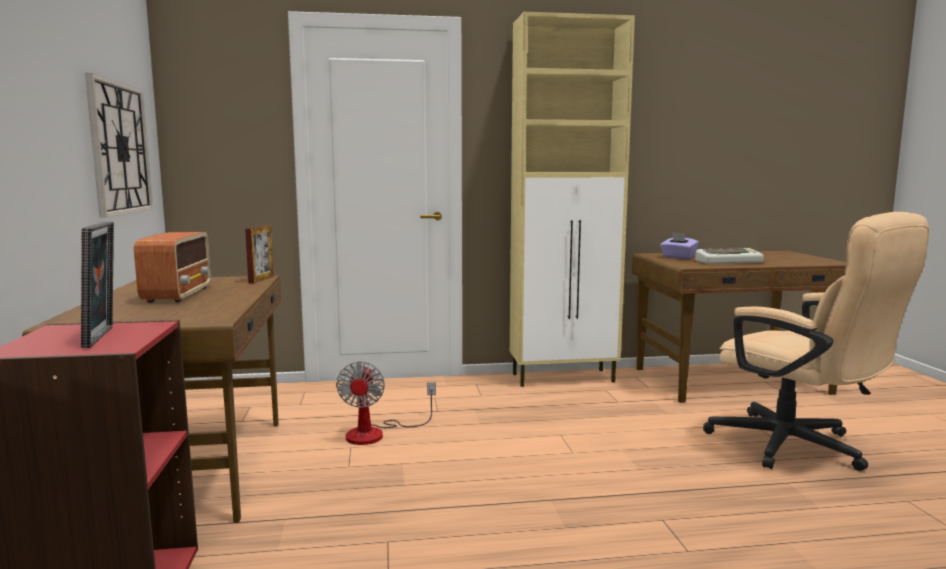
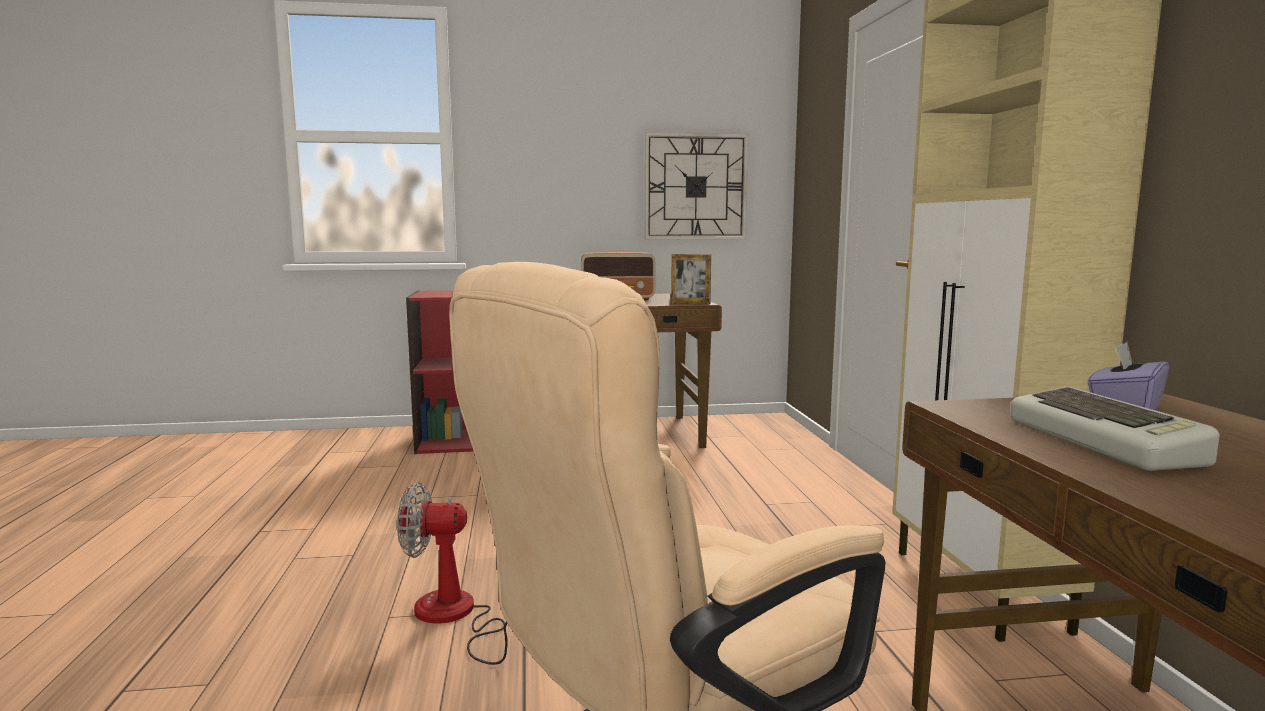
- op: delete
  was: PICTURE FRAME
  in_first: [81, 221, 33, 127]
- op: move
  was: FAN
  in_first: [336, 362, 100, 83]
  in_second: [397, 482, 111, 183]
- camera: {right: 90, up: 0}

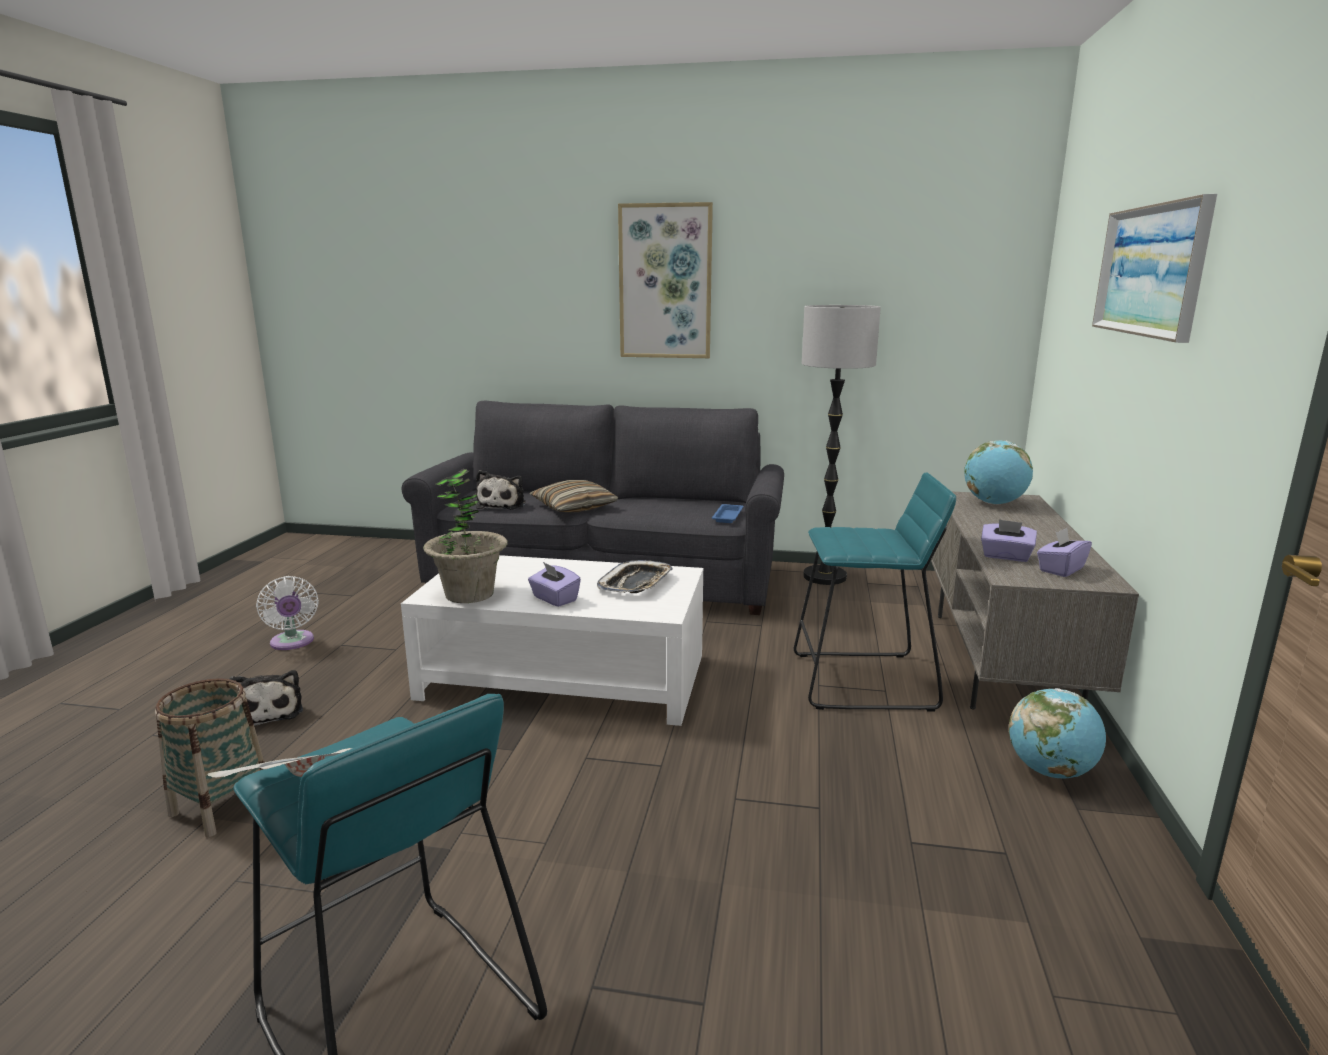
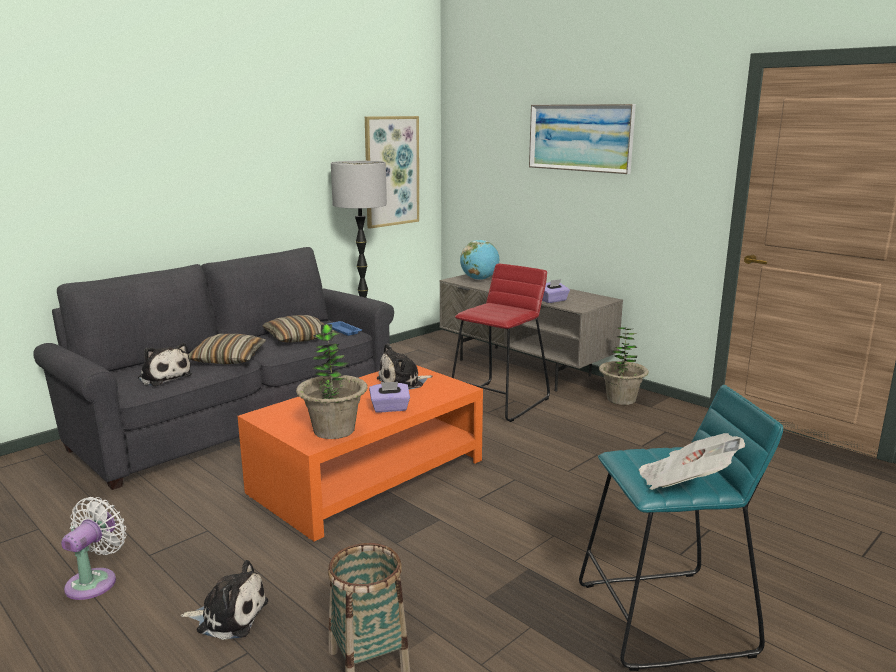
- op: move
  was: PICTURE
  in_first: [618, 202, 95, 156]
  in_second: [365, 116, 54, 113]
- op: recolor
  was: TURQUOISE STOOL
  now: RED STOOL
  in_first: [794, 472, 162, 240]
  in_second: [452, 263, 98, 159]
- op: delete
  was: PURPLE TISSUE BOX
  in_first: [1037, 528, 55, 49]
- op: recolor
  was: WHITE COFFEE TABLE
  now: ORANGE COFFEE TABLE
  in_first: [401, 555, 302, 171]
  in_second: [238, 366, 245, 176]
- op: replace
  was: TRAY
  now: PLUSH TOY
  in_first: [597, 560, 76, 33]
  in_second: [377, 344, 55, 46]
- op: rotate
  was: WHITE FAN
  in_first: [256, 576, 63, 74]
  in_second: [61, 497, 66, 103]
  clockwise: -75
- op: replace
  was: GLOBE
  now: POTTED PLANT
  in_first: [1009, 688, 97, 90]
  in_second: [599, 327, 50, 78]
- op: insert
  now: PILLOW
  in_second: [262, 315, 72, 28]
- camera: {right: -55, up: 0}

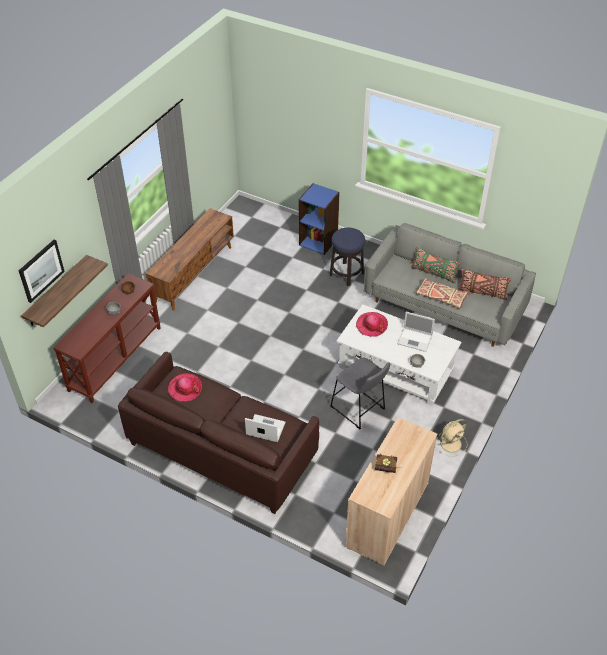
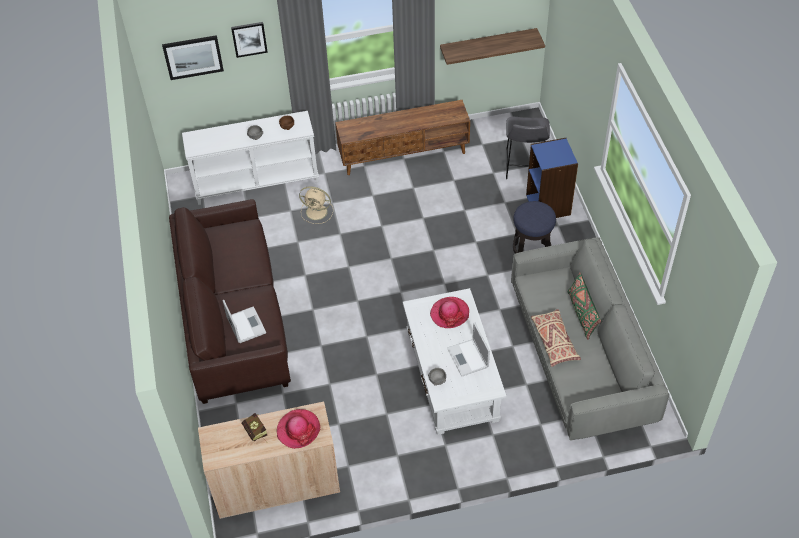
- op: move
  was: SHELF
  in_first: [21, 255, 87, 73]
  in_second: [440, 28, 105, 37]
- op: delete
  was: BROWN PILLOW
  in_first: [458, 269, 54, 31]
- op: recolor
  was: BROWN CONSOLE TABLE
  now: WHITE CONSOLE TABLE
  in_first: [53, 273, 108, 130]
  in_second: [182, 111, 137, 94]
- op: move
  was: GREY STOOL
  in_first: [330, 358, 60, 72]
  in_second: [506, 117, 44, 62]
- op: move
  was: HAT
  in_first: [168, 373, 34, 29]
  in_second: [277, 409, 44, 40]
- op: move
  was: BEIGE FAN
  in_first: [435, 419, 33, 38]
  in_second: [299, 186, 34, 38]
- op: insert
  now: PICTURE
  in_second: [231, 22, 37, 36]
- camera: {right: 50, up: 5}

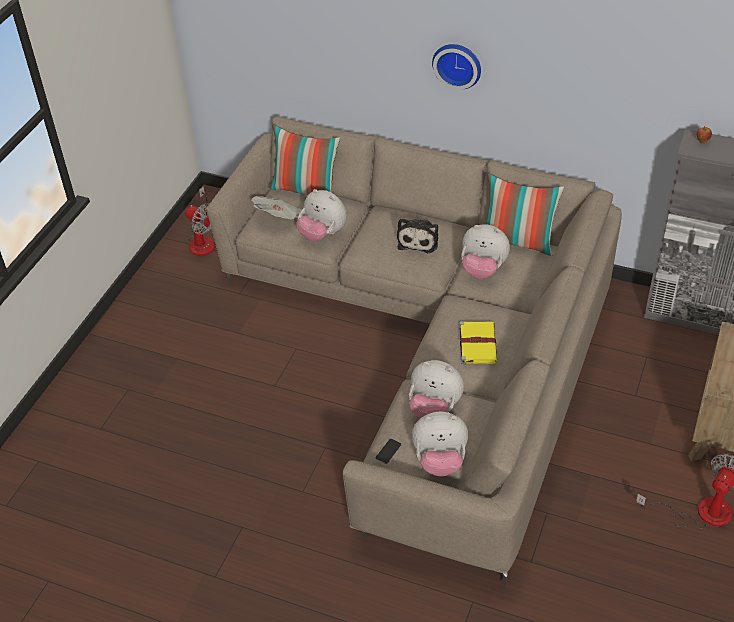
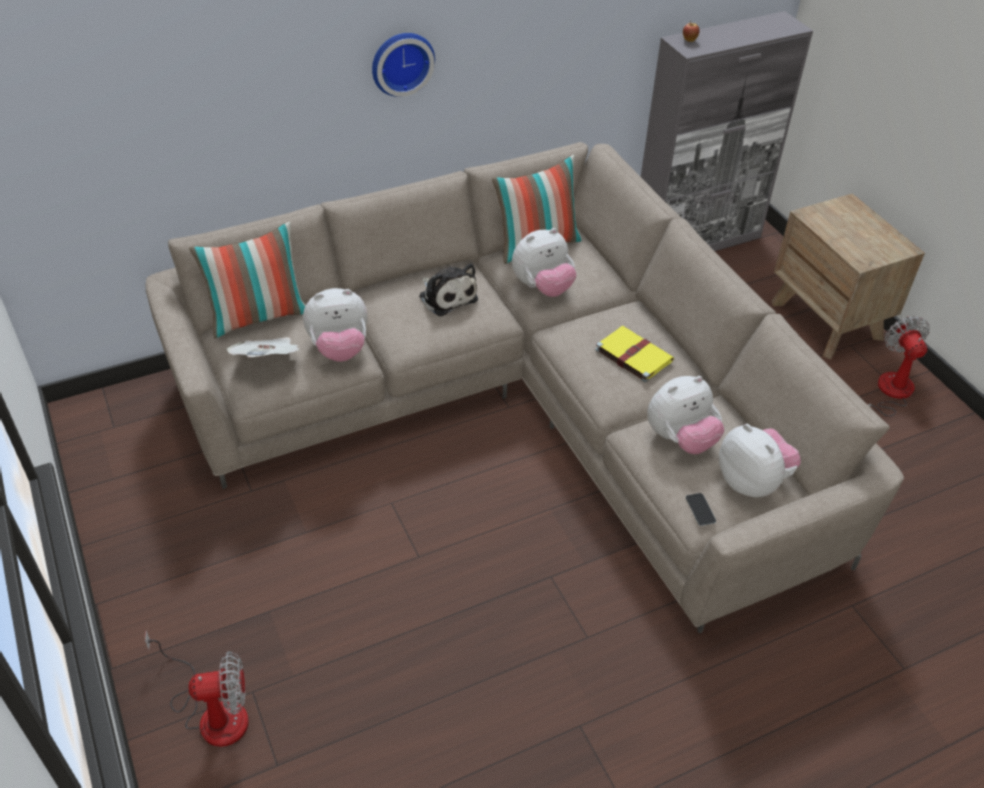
- op: move
  was: FAN
  in_first: [185, 186, 30, 70]
  in_second: [145, 631, 104, 116]
- op: rotate
  was: PLUSH TOY
  in_first: [412, 412, 56, 65]
  in_second: [719, 424, 82, 73]
  clockwise: -75
- camera: {right: -50, up: 0}

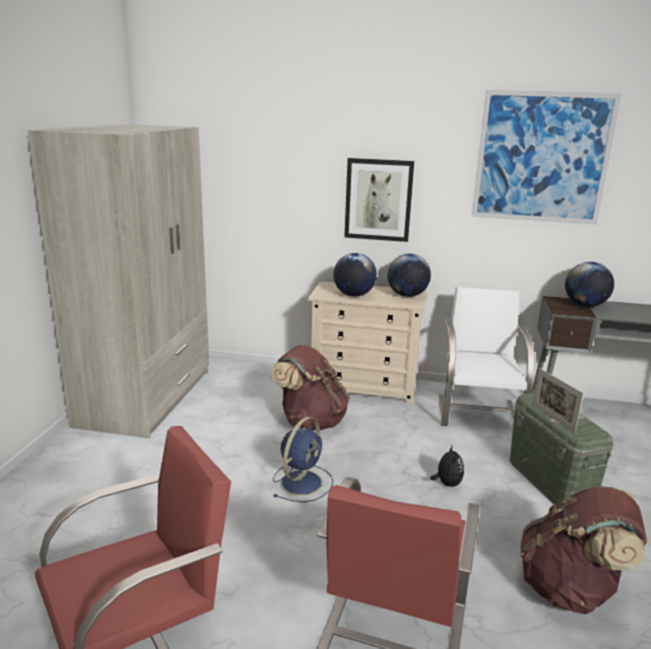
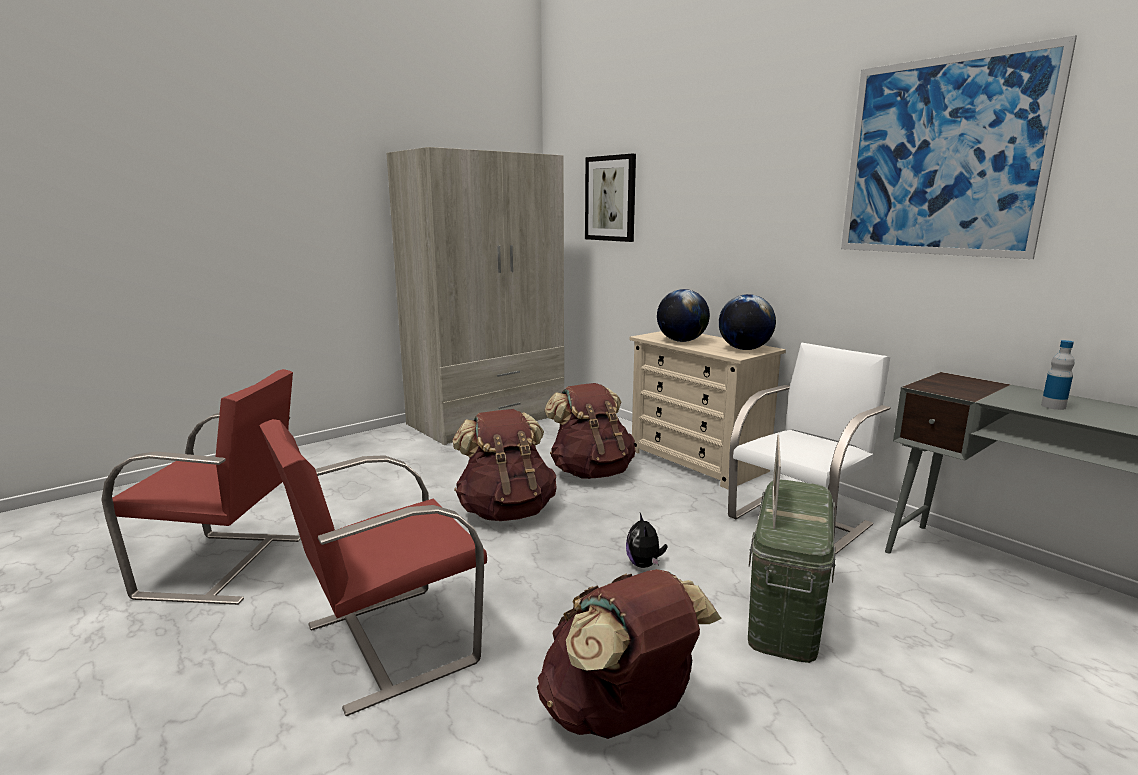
- op: move
  was: PICTURE
  in_first: [344, 158, 70, 84]
  in_second: [585, 154, 51, 88]
- op: delete
  was: GLOBE
  in_first: [565, 262, 49, 45]
- op: replace
  was: BLUE FAN
  now: BROWN BACKPACK
  in_first: [273, 417, 60, 85]
  in_second: [453, 409, 104, 112]
- op: rotate
  was: PLUSH TOY
  in_first: [430, 444, 34, 43]
  in_second: [626, 513, 42, 55]
  clockwise: 135
- op: insert
  now: BOTTLE
  in_second: [1041, 340, 33, 70]
- camera: {right: 40, up: -5}

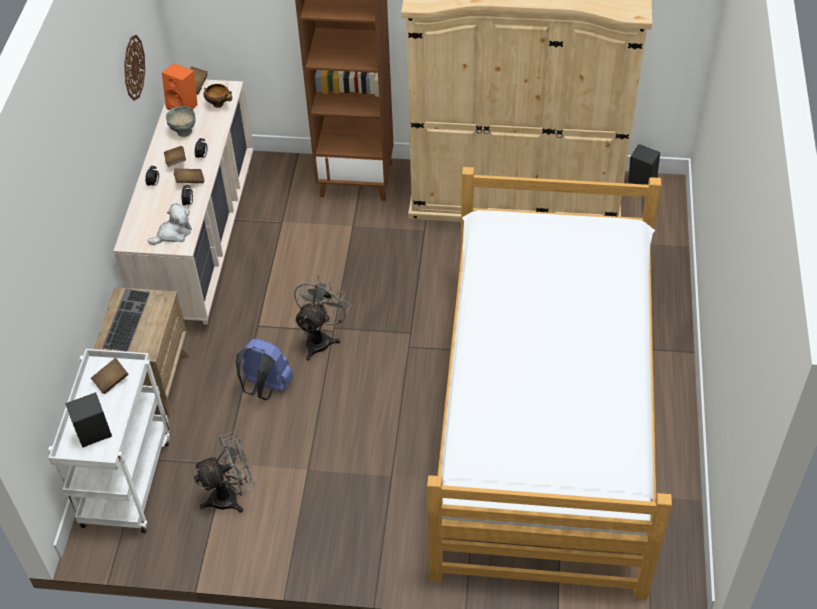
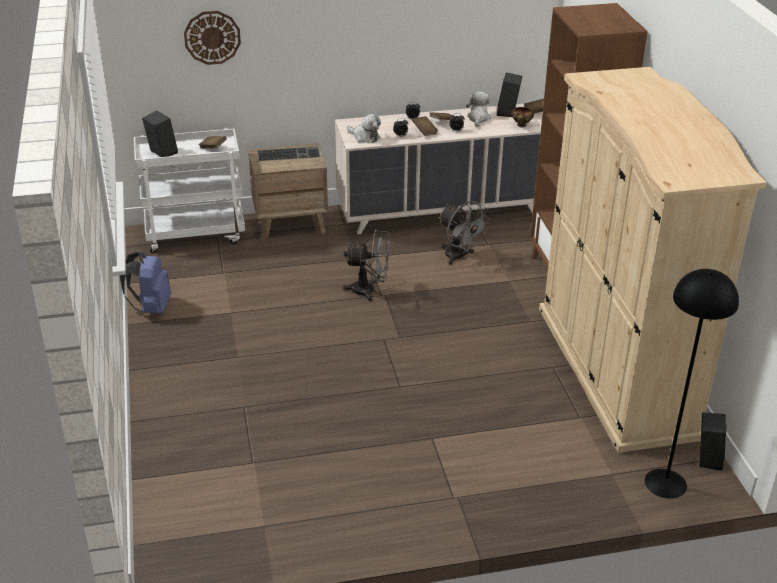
- op: move
  was: WALL CLOCK
  in_first: [124, 35, 21, 66]
  in_second: [184, 11, 57, 54]
- op: recolor
  was: ORANGE SPEAKER
  now: BLACK SPEAKER
  in_first: [162, 63, 35, 47]
  in_second: [497, 72, 25, 45]
- op: replace
  was: GREY BOWL
  now: PLUSH TOY
  in_first: [166, 106, 30, 31]
  in_second: [466, 91, 25, 36]
- op: delete
  was: BED
  in_first: [427, 167, 245, 433]
- op: move
  was: BLUE BACKPACK
  in_first: [236, 339, 57, 61]
  in_second: [120, 252, 51, 62]
- op: move
  was: GREY FAN
  in_first: [193, 432, 62, 81]
  in_second: [438, 201, 52, 64]
- op: insert
  now: BLACK FLOOR LAMP
  in_second: [645, 269, 94, 230]
- camera: {right: 70, up: -15}

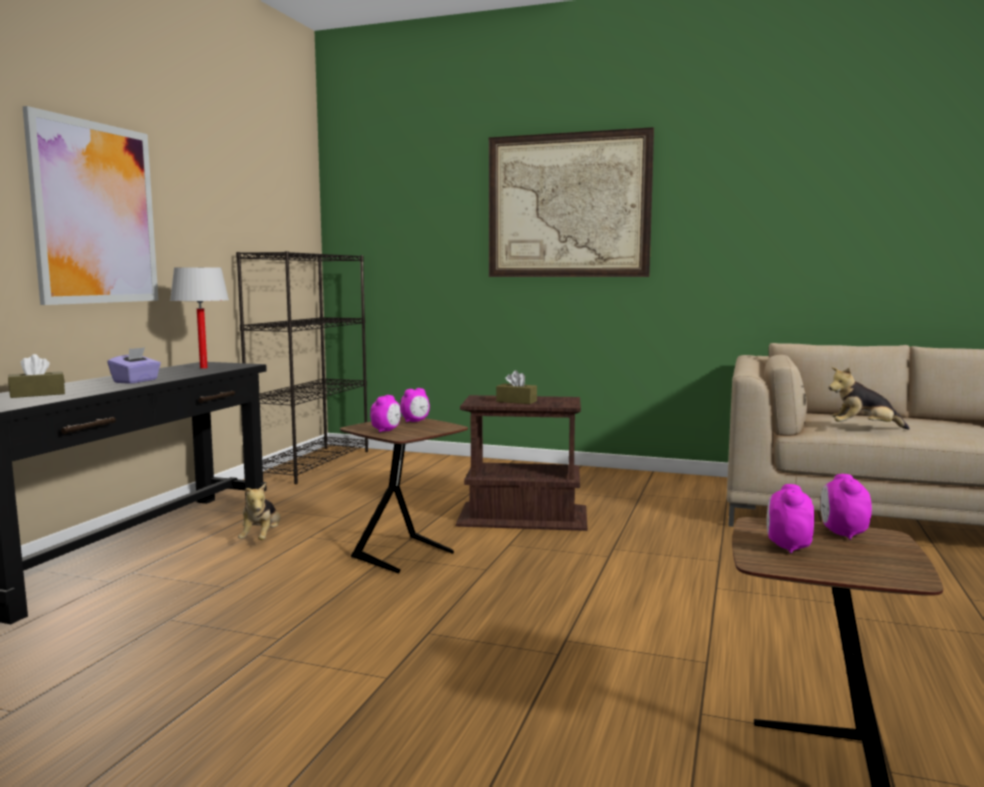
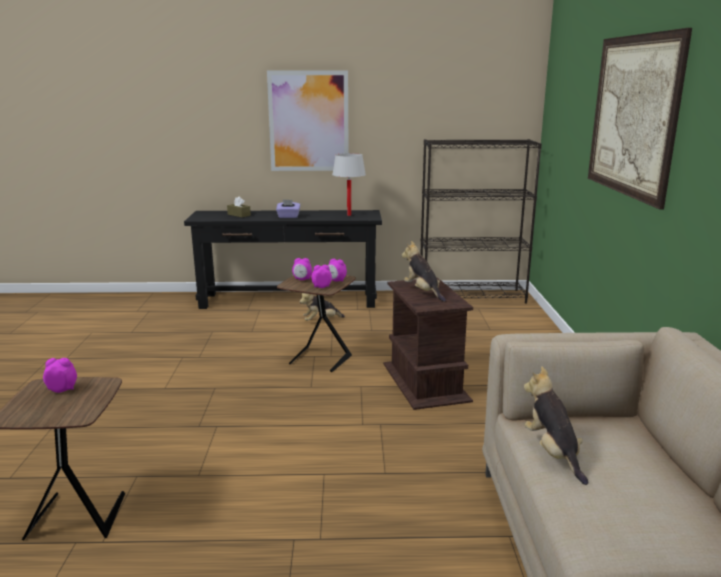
- op: replace
  was: BROWN TISSUE BOX
  now: PLUSH TOY
  in_first: [496, 370, 41, 34]
  in_second: [402, 241, 44, 61]
- op: move
  was: ALARM CLOCK
  in_first: [821, 474, 51, 66]
  in_second: [311, 265, 21, 23]
- camera: {right: 70, up: 10}

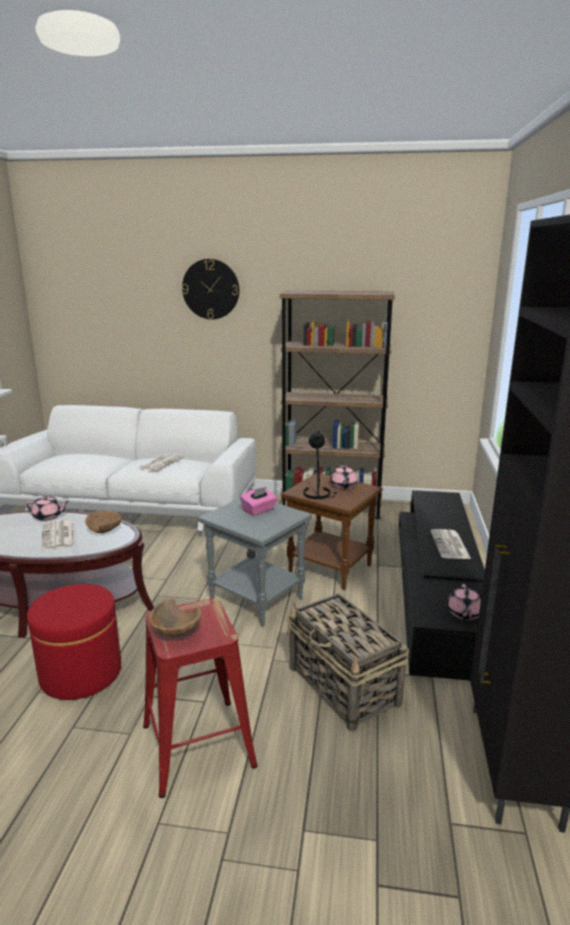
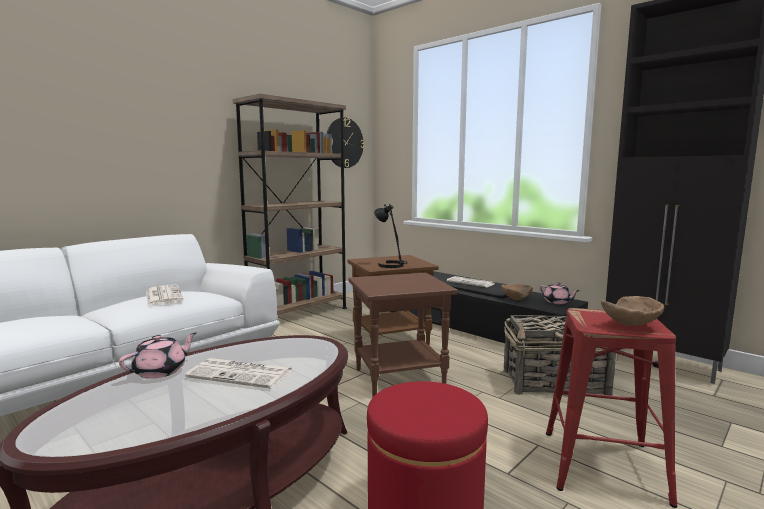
- op: move
  was: WALL CLOCK
  in_first: [182, 259, 57, 60]
  in_second: [326, 118, 38, 50]
- op: delete
  was: PINK TEAPOT
  in_first: [330, 465, 28, 24]
- op: delete
  was: PINK TISSUE BOX
  in_first: [240, 486, 37, 30]
- op: recolor
  was: GREY SIDE TABLE
  now: BROWN SIDE TABLE
  in_first: [198, 498, 114, 129]
  in_second: [349, 273, 109, 124]
- op: move
  was: BROWN BOWL
  in_first: [85, 510, 36, 23]
  in_second: [501, 284, 32, 16]
- camera: {right: -55, up: -10}

